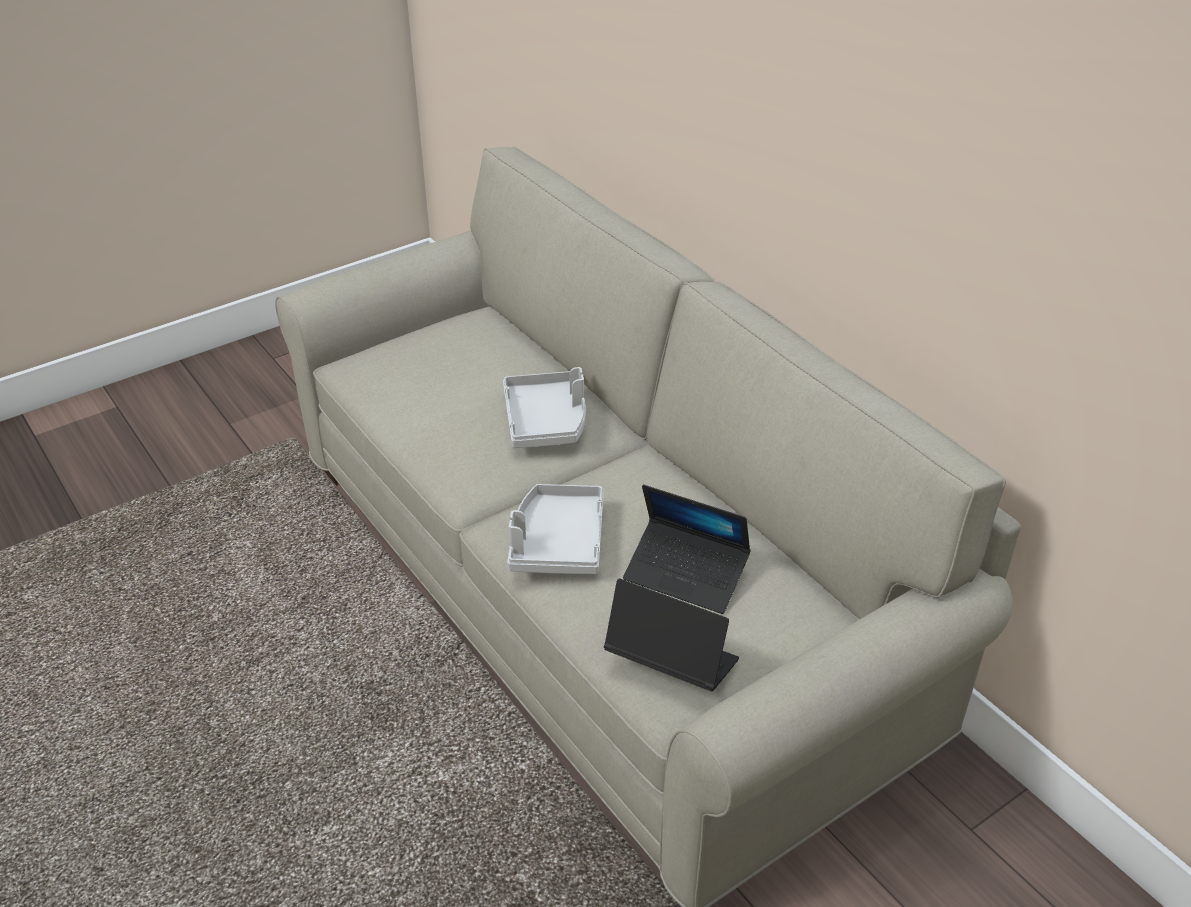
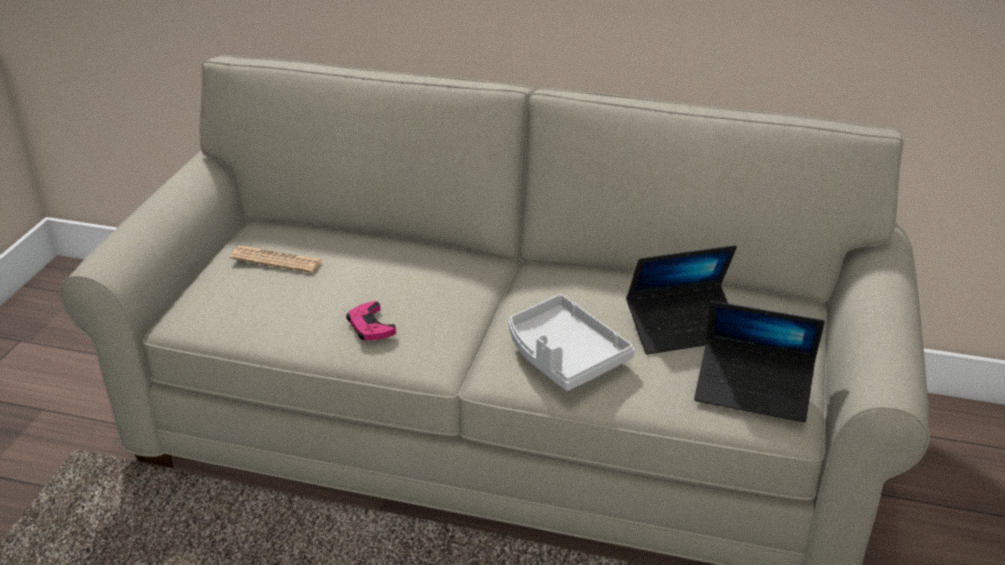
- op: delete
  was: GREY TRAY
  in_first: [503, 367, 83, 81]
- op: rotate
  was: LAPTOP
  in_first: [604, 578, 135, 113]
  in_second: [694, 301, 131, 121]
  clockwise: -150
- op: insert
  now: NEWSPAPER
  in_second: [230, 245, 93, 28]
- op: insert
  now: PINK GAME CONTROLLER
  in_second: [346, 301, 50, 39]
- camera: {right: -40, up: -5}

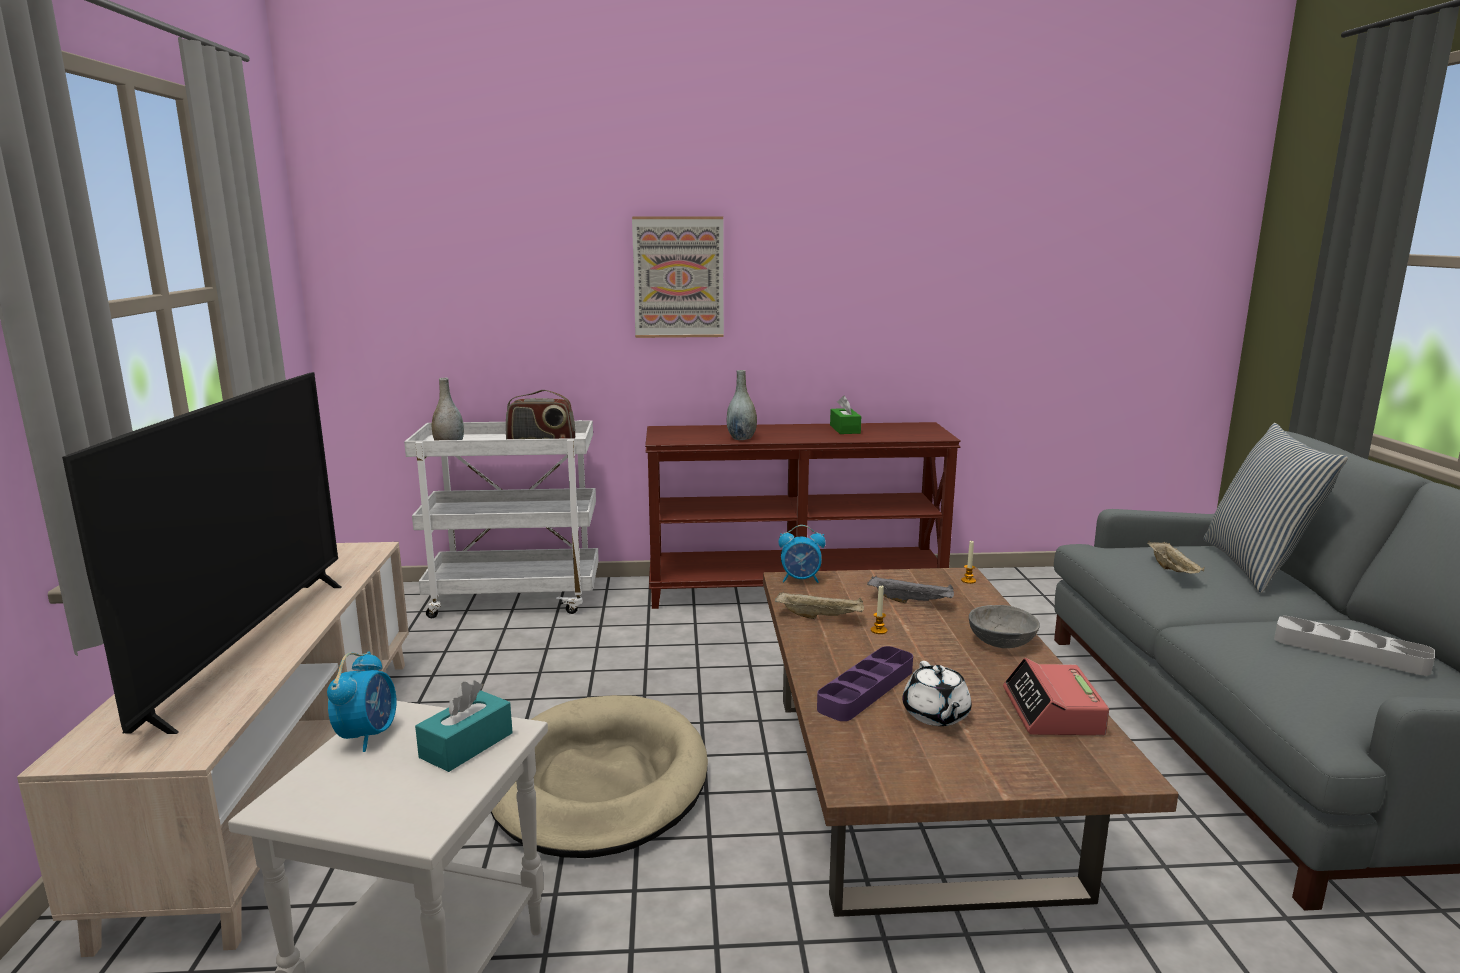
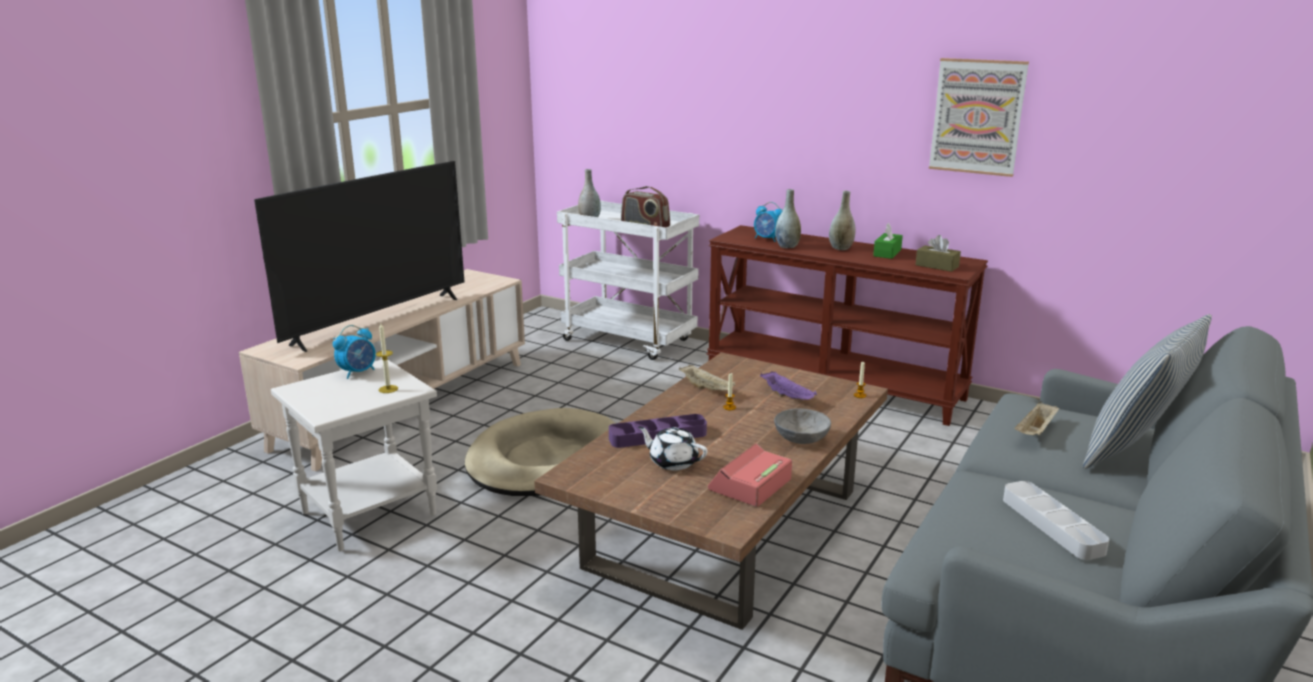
- op: move
  was: PICTURE
  in_first: [632, 216, 92, 122]
  in_second: [929, 58, 100, 119]
- op: move
  was: ALARM CLOCK
  in_first: [778, 525, 48, 58]
  in_second: [754, 202, 29, 40]
- op: recolor
  was: GREY TRAY
  now: PURPLE TRAY
  in_first: [867, 576, 87, 27]
  in_second: [760, 371, 57, 29]
- op: rotate
  was: WHITE TEAPOT
  in_first: [903, 661, 68, 65]
  in_second: [638, 426, 70, 44]
  clockwise: 90
- op: replace
  was: TURQUOISE TISSUE BOX
  now: CANDLE
  in_first: [415, 681, 98, 91]
  in_second: [376, 323, 22, 70]
- op: insert
  now: GREY VASE
  in_second: [829, 191, 27, 59]
- op: insert
  now: BROWN TISSUE BOX
  in_second: [915, 235, 46, 37]
- camera: {right: 35, up: 5}

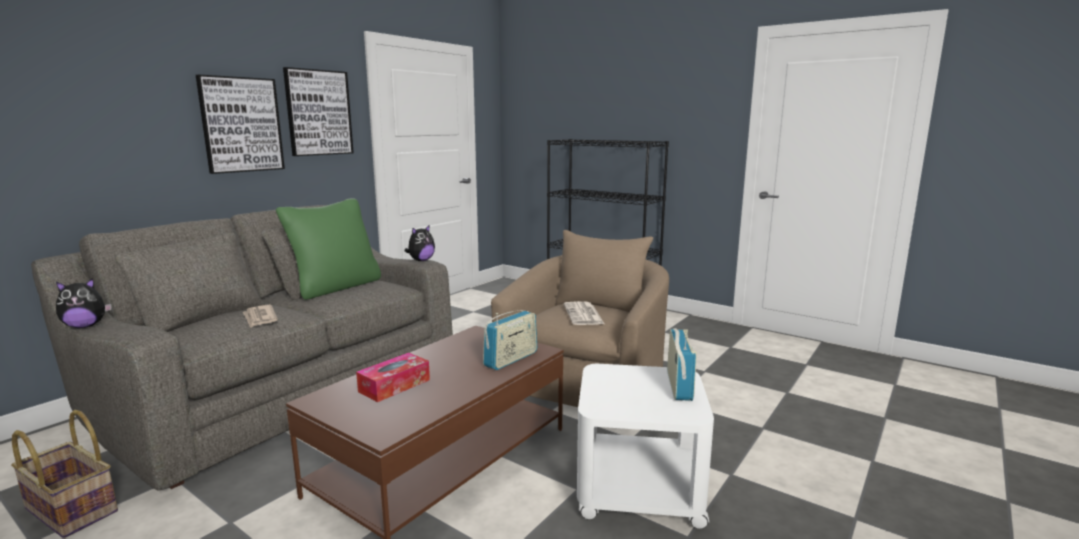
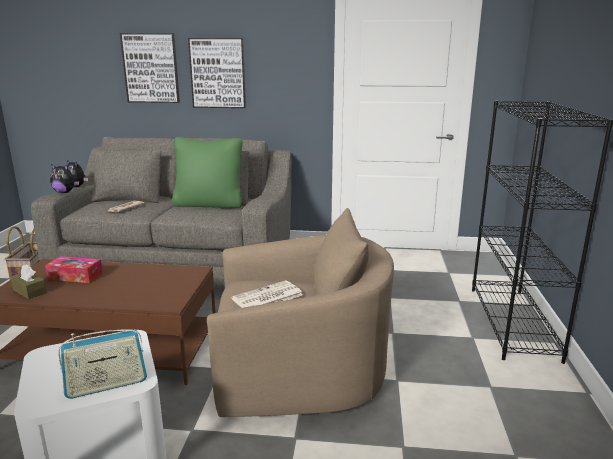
- op: move
  was: PICTURE
  in_first: [283, 67, 71, 89]
  in_second: [120, 33, 60, 70]
- op: move
  was: PLUSH TOY
  in_first: [404, 225, 31, 36]
  in_second: [50, 164, 29, 29]
- op: delete
  was: RADIO
  in_first: [483, 310, 54, 60]
- op: insert
  now: BROWN TISSUE BOX
  in_second: [10, 265, 37, 34]
- camera: {right: 60, up: 5}

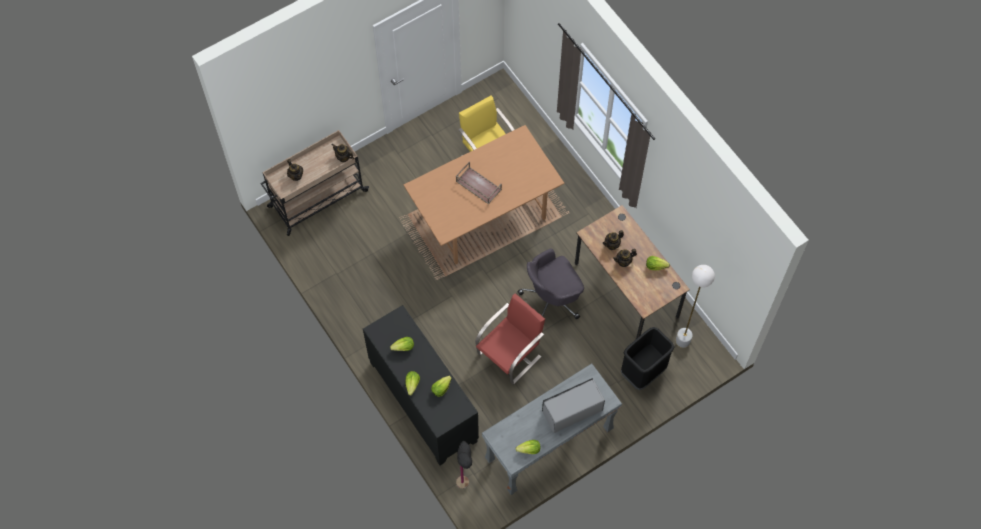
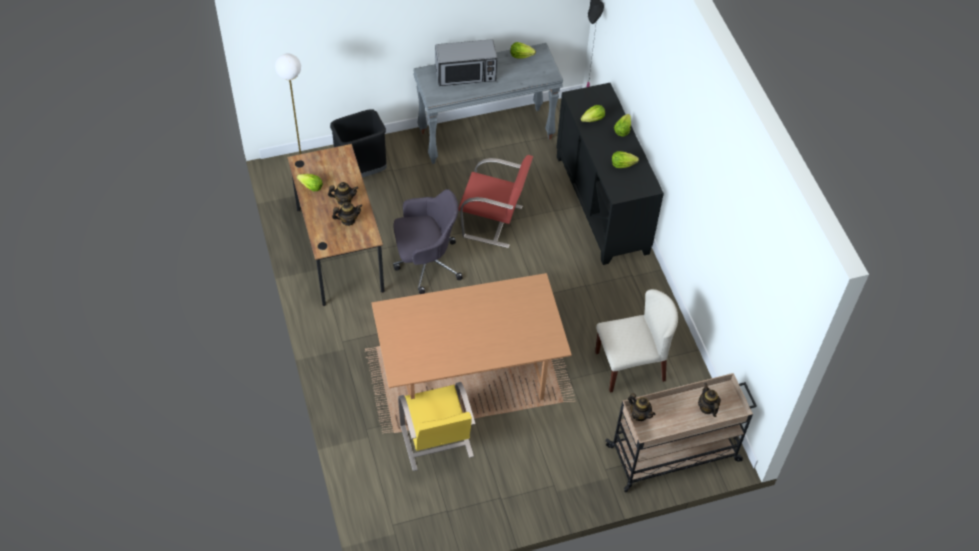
- op: delete
  was: BROWN TRAY
  in_first: [456, 162, 46, 42]
- op: rotate
  was: RED CHAIR
  in_first: [475, 293, 70, 92]
  in_second: [458, 155, 75, 93]
  clockwise: -135
- op: insert
  now: BEIGE CHAIR
  in_second: [595, 289, 83, 104]
- camera: {right: -165, up: -10}

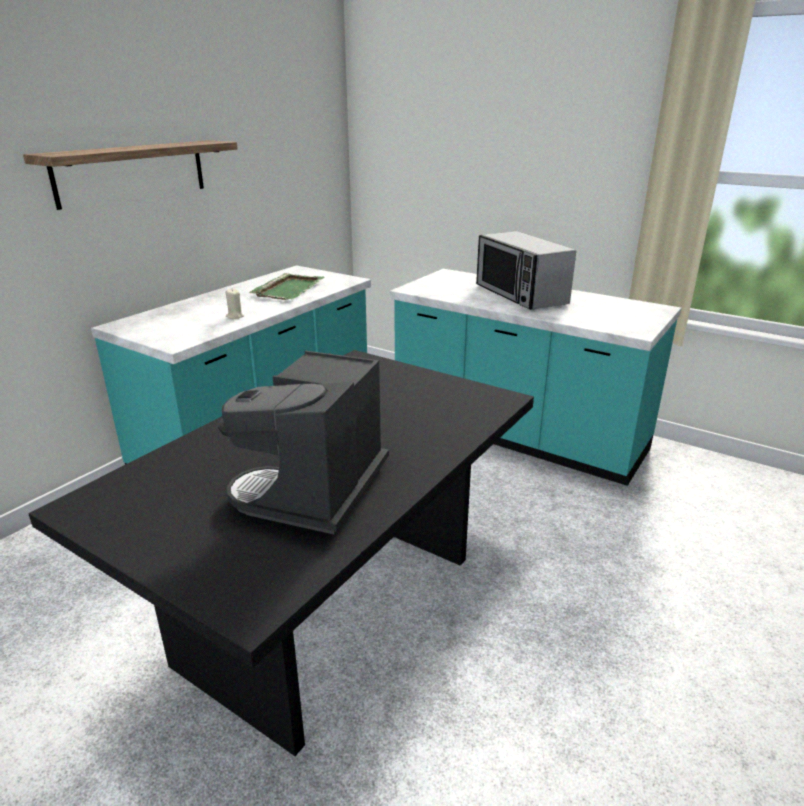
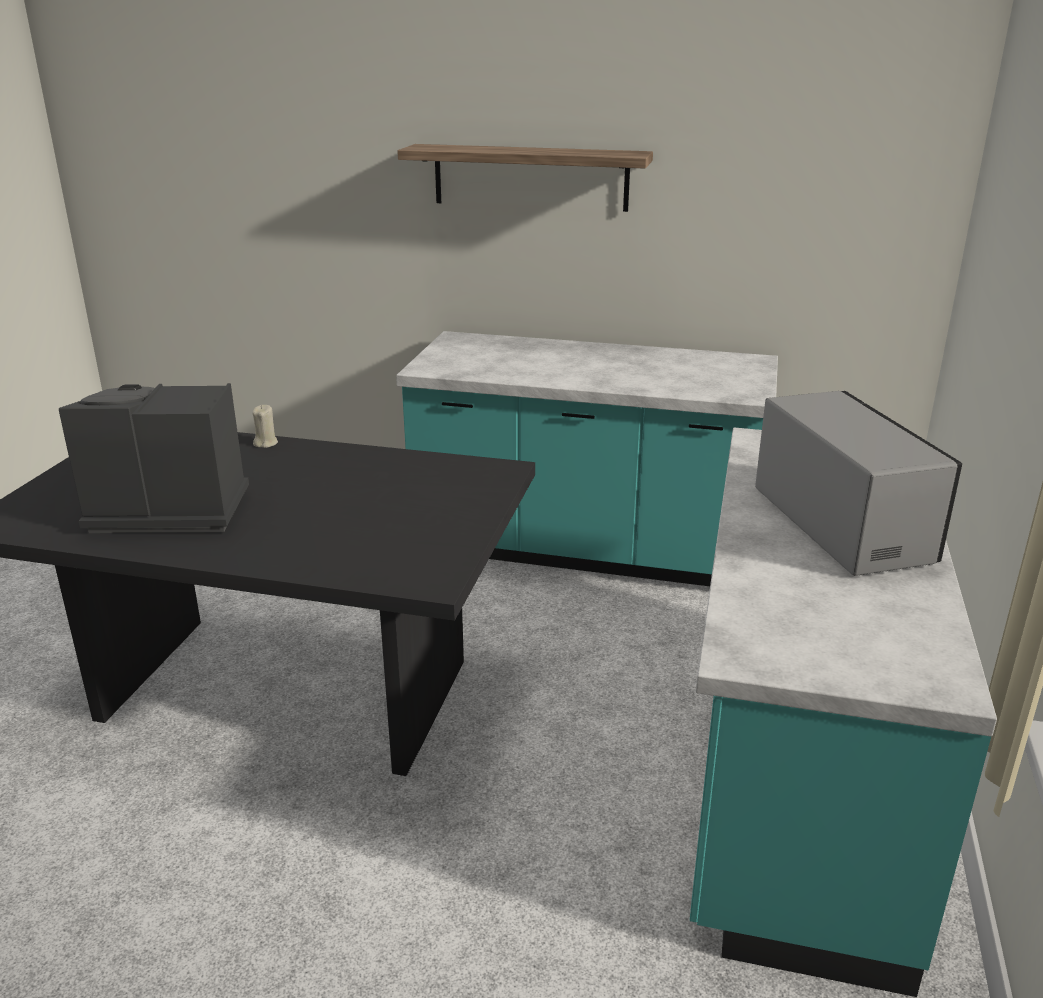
- op: rotate
  was: MICROWAVE
  in_first: [476, 231, 100, 79]
  in_second: [755, 391, 207, 185]
  clockwise: 120
- op: delete
  was: GREEN TRAY
  in_first: [249, 273, 75, 27]
- op: move
  was: BEIGE CANDLE
  in_first: [225, 288, 19, 31]
  in_second: [252, 405, 26, 43]
- camera: {right: 70, up: 0}

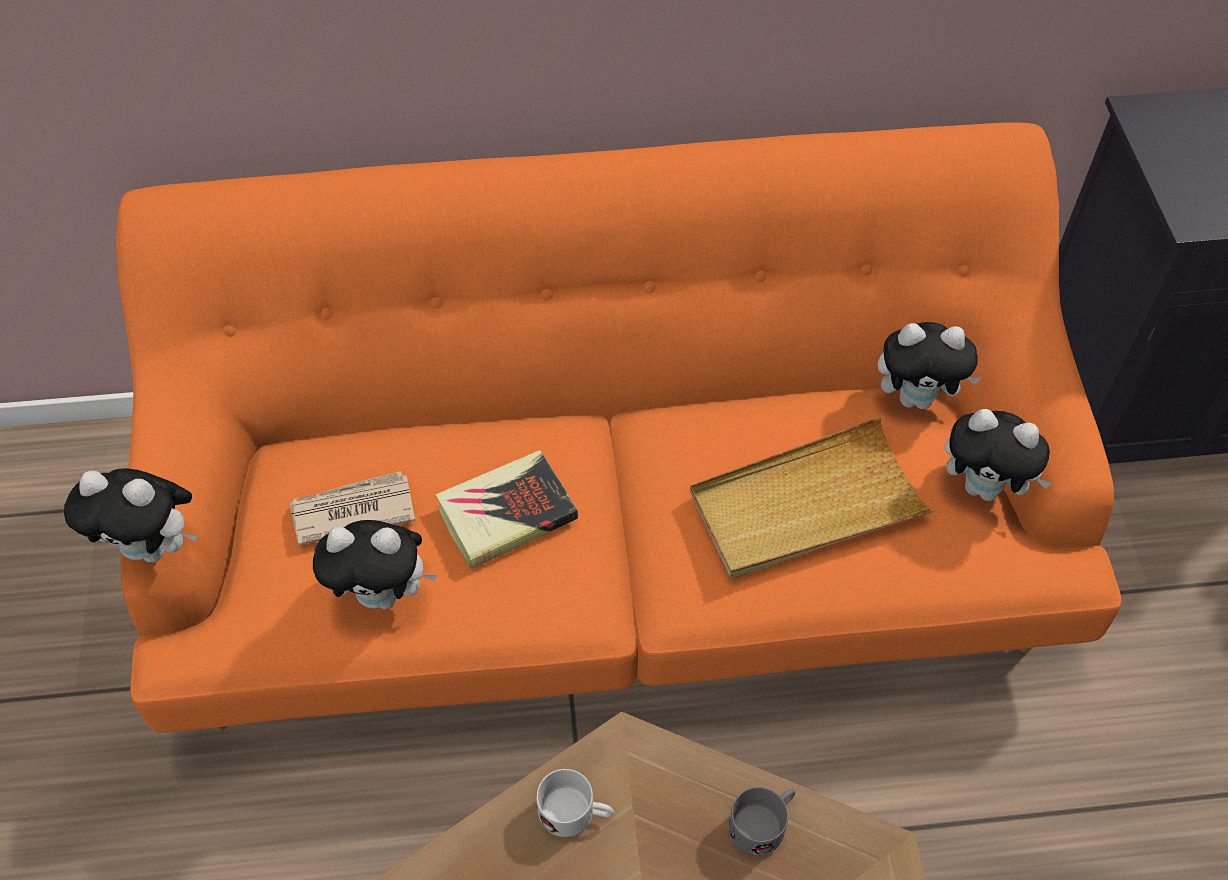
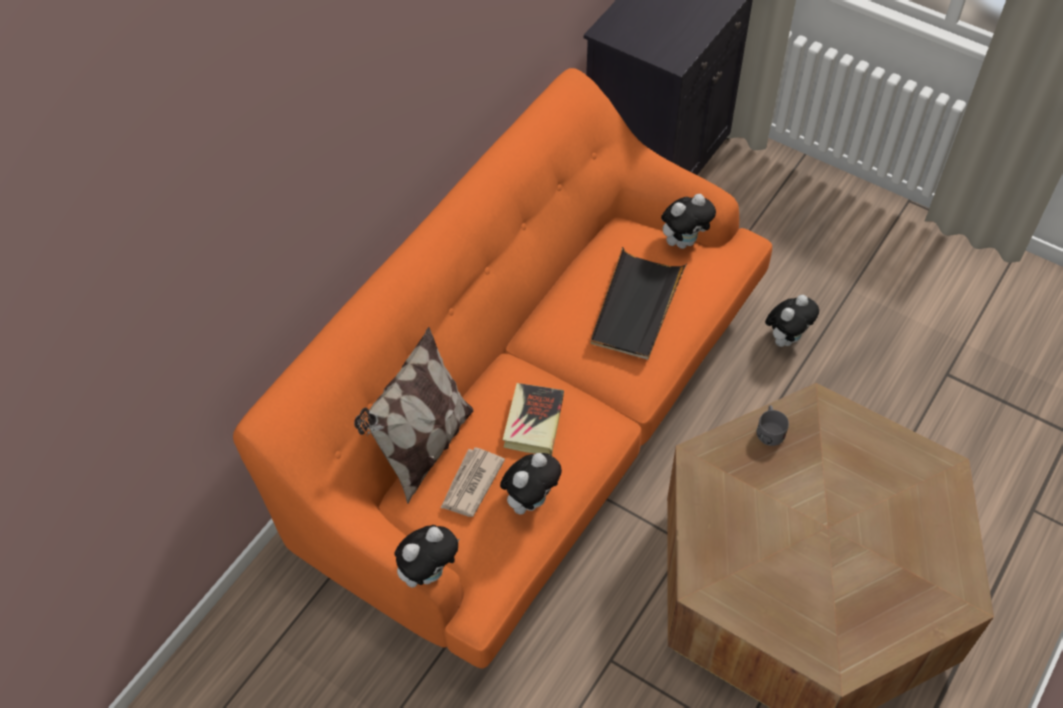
- op: move
  was: PLUSH TOY
  in_first: [877, 322, 104, 88]
  in_second: [765, 295, 54, 52]
- op: recolor
  was: BEIGE TRAY
  now: BLACK TRAY
  in_first: [690, 417, 246, 161]
  in_second: [591, 247, 96, 113]
- op: delete
  was: WHITE MUG
  in_first: [536, 769, 78, 68]
- op: insert
  now: PILLOW
  in_second: [354, 327, 120, 177]
- camera: {right: -50, up: 0}

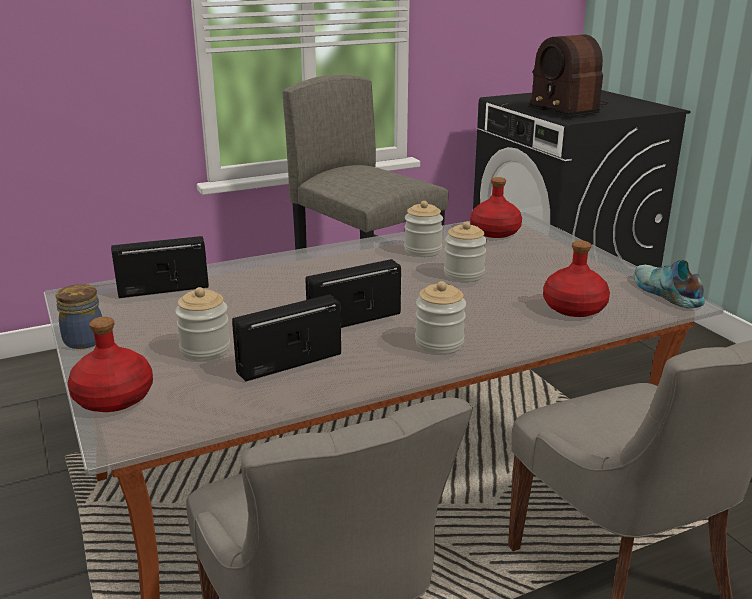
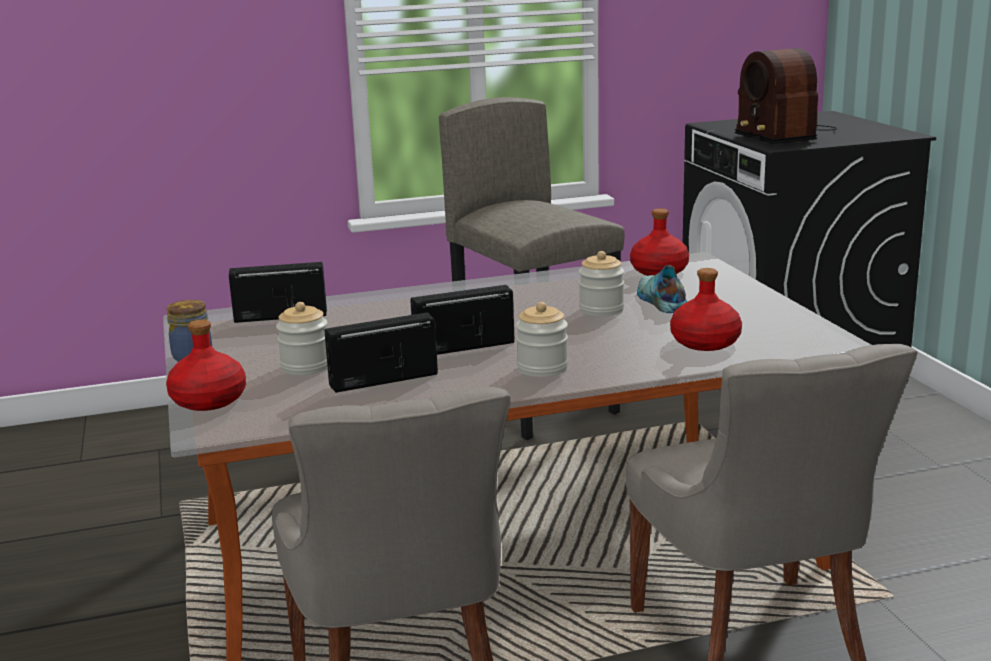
- op: delete
  was: JAR
  in_first: [404, 201, 39, 55]
- op: move
  was: SHOE
  in_first: [634, 259, 71, 49]
  in_second: [637, 265, 50, 48]
- camera: {right: 10, up: -5}

